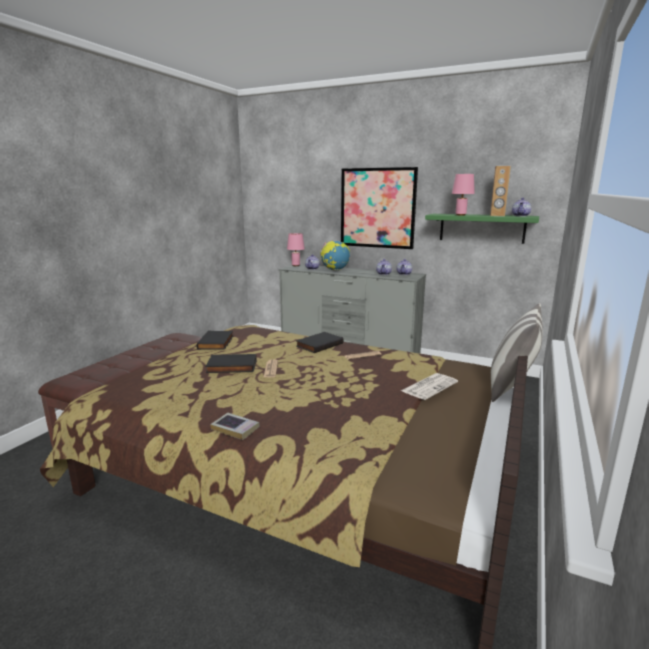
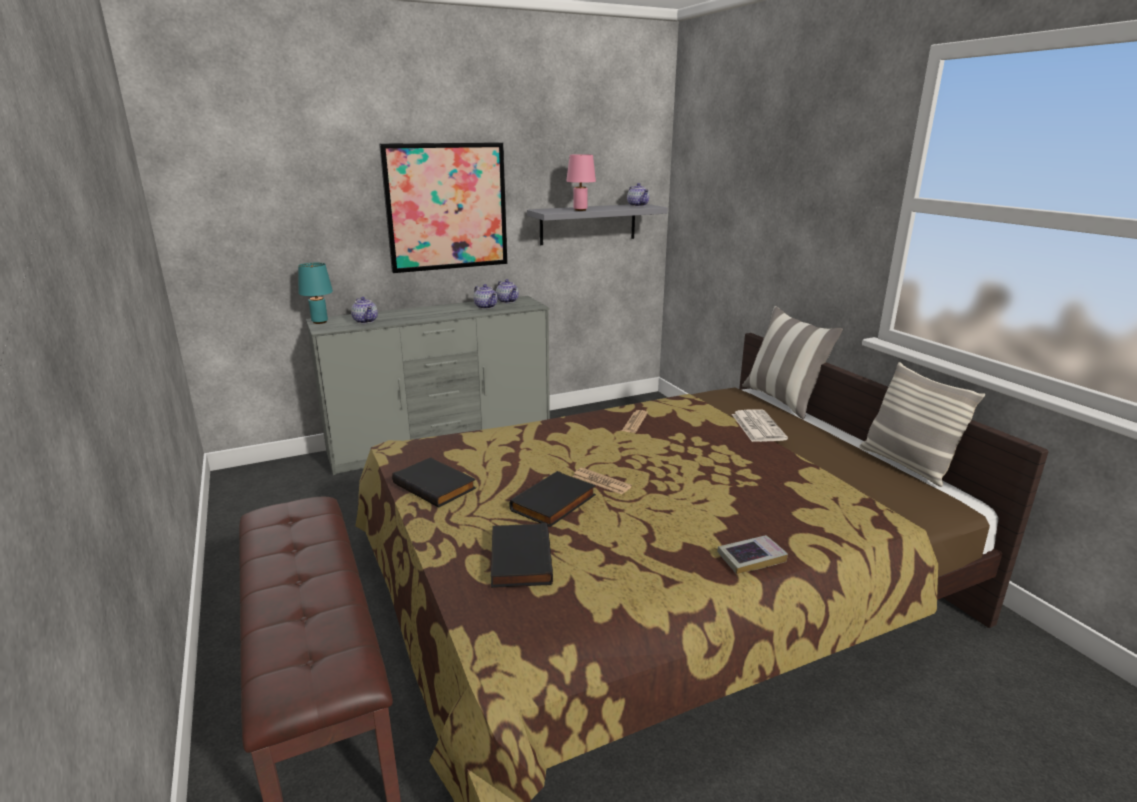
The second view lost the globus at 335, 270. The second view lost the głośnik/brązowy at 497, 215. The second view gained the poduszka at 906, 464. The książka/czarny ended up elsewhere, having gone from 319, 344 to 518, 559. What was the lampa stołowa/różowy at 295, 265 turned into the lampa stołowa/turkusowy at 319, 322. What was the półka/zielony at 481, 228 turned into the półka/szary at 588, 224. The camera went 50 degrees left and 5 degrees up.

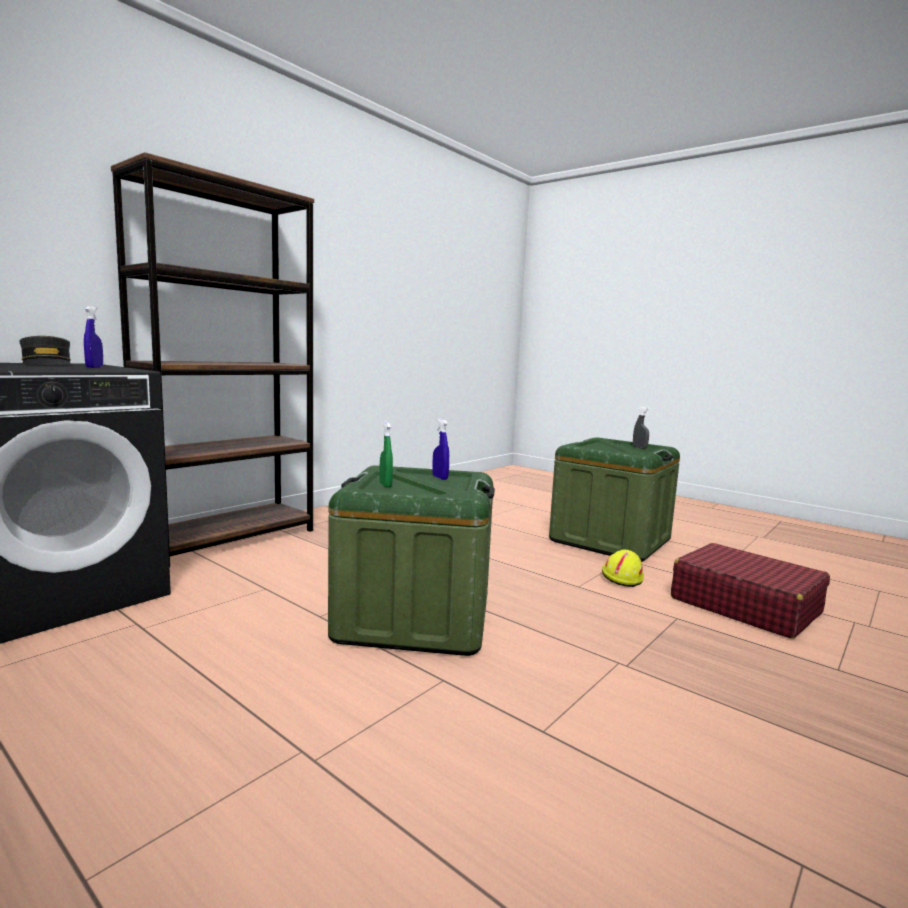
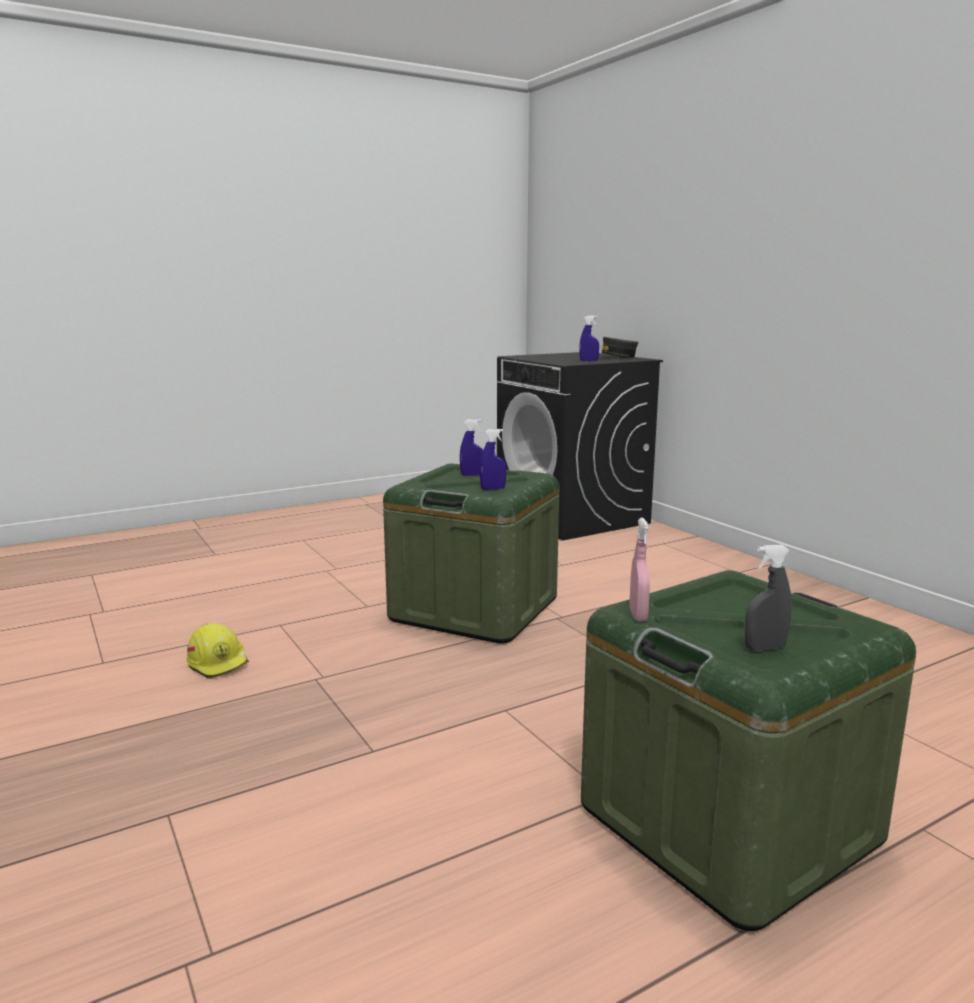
The second view lost the regał/brązowy at 230, 539. The second view lost the walizka/czerwony at 744, 605. The second view gained the spryskiwacz/różowy at 638, 615. The kask/żółty ended up elsewhere, having gone from 622, 577 to 219, 662. What was the spryskiwacz/zielony at 385, 485 turned into the spryskiwacz/niebieski at 472, 475. The camera went 110 degrees right and 5 degrees up.

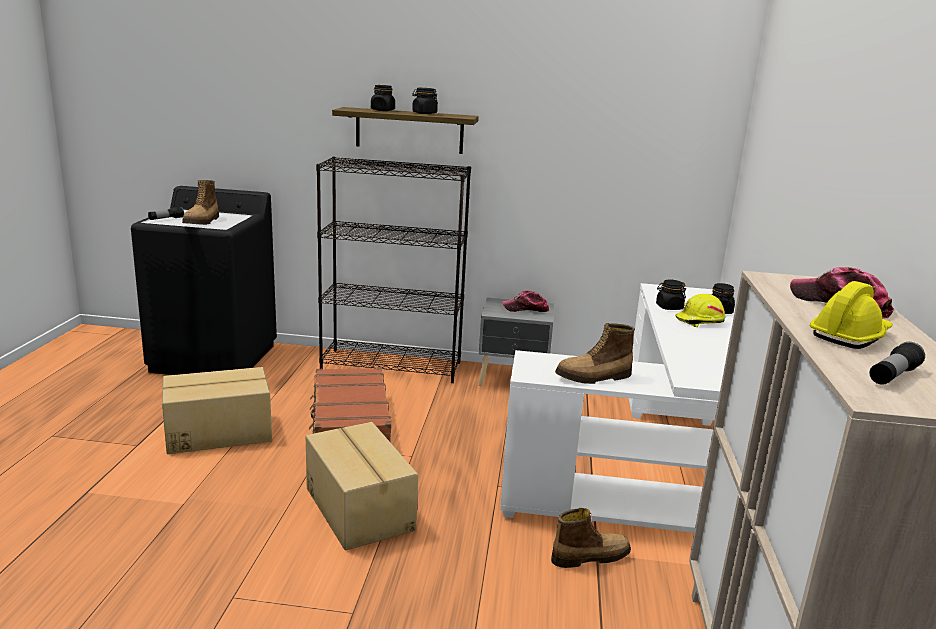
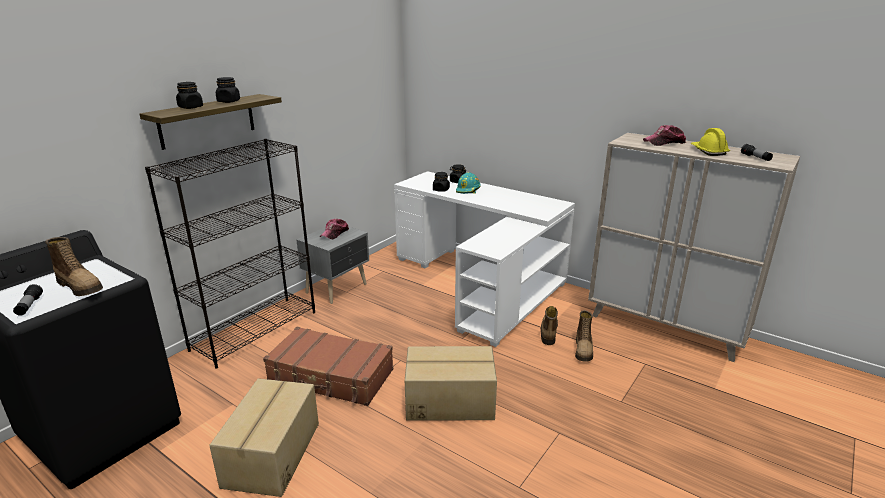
The but z cholewką ended up elsewhere, having gone from 594, 377 to 584, 350. What was the kask/żółty at 699, 321 turned into the kask/turkusowy at 468, 190. The camera went 60 degrees left and 5 degrees up.

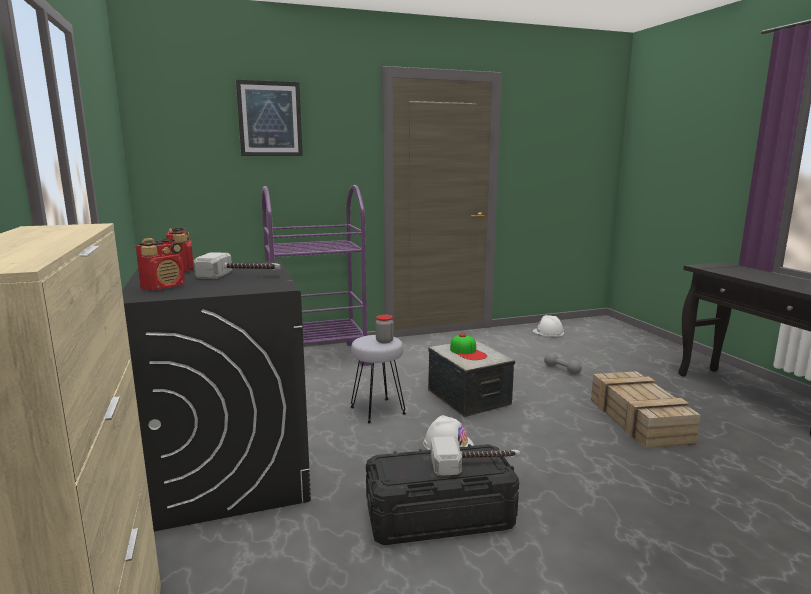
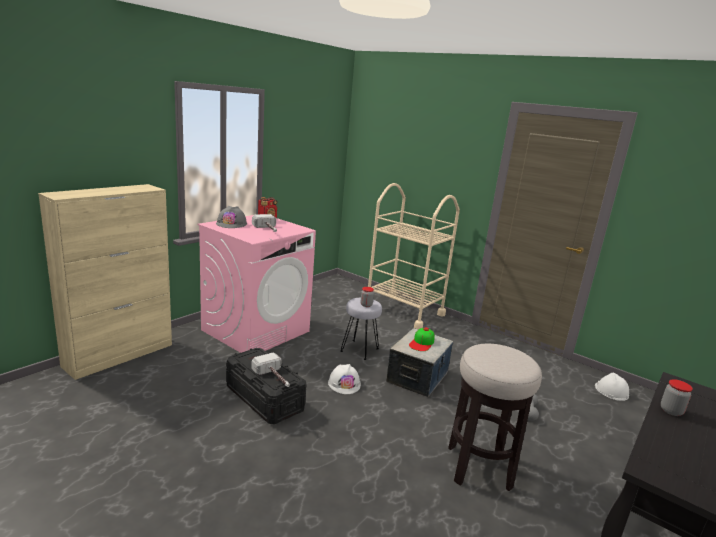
The second view lost the obraz at 270, 119. The second view gained the słoik at 671, 411. Where the radio stood at 164, 287, the kask/szary came to stand at 231, 224. Where the skrzynka stood at 640, 420, the stołek came to stand at 479, 467. What was the pralka/czarny at 231, 472 turned into the pralka/różowy at 256, 330. What was the wózek/fioletowy at 318, 358 turned into the wózek/beżowy at 404, 311. The camera went 55 degrees right and 5 degrees up.

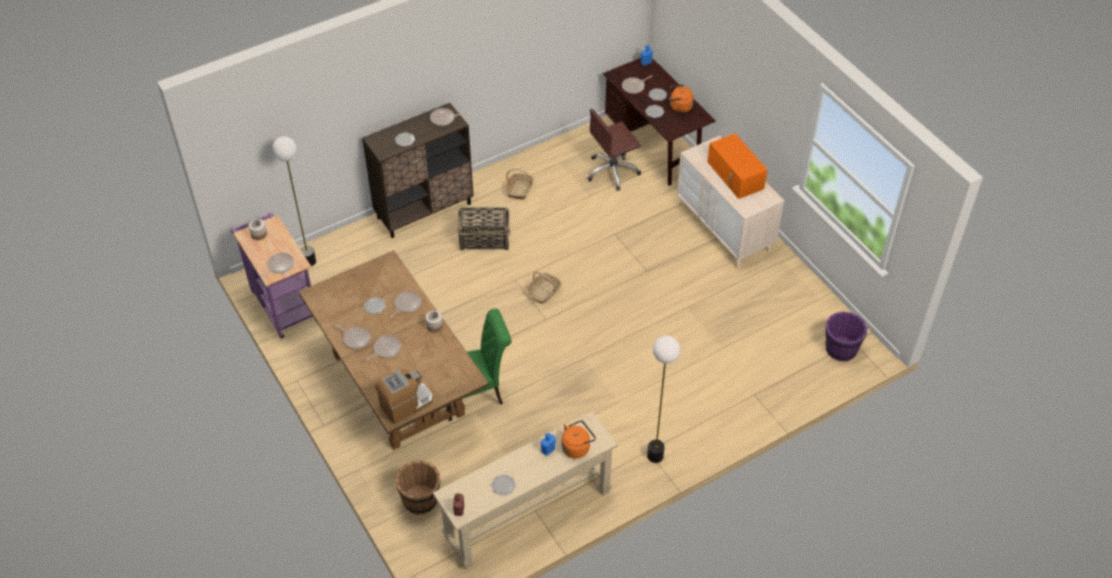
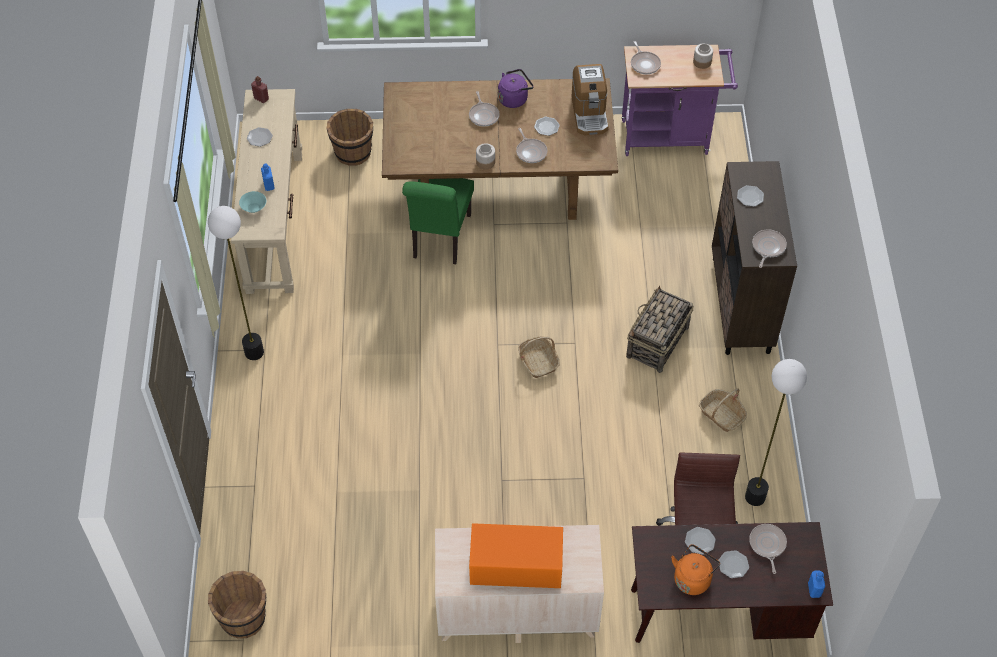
The lampa stojąca ended up elsewhere, having gone from 308, 261 to 755, 496. The ekspres do kawy ended up elsewhere, having gone from 406, 404 to 589, 114. Where the patelnia stood at 355, 338, the czajnik/fioletowy came to stand at 514, 98. Where the czajnik/pomarańczowy stood at 577, 447, the miska/turkusowy came to stand at 253, 208. What was the wiadro/fioletowy at 840, 349 turned into the wiadro/brązowy at 243, 618. The camera went 120 degrees right and 5 degrees up.

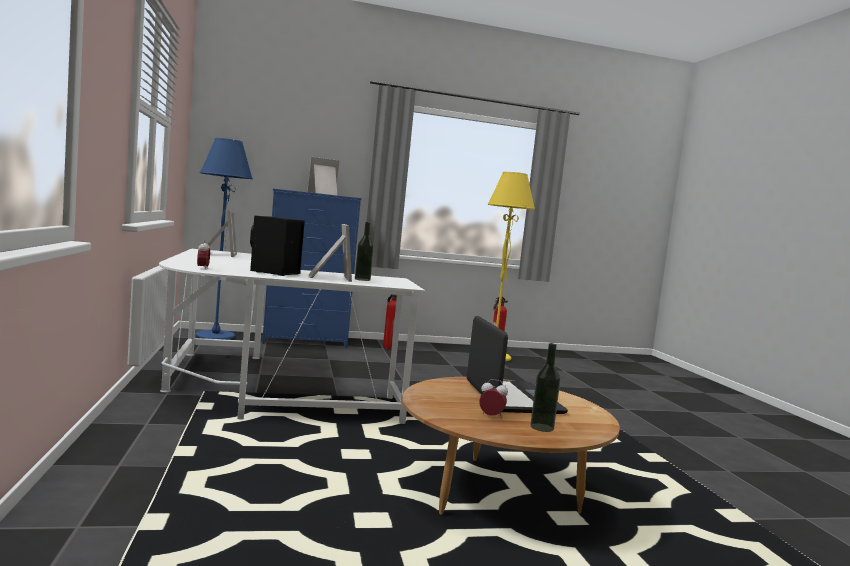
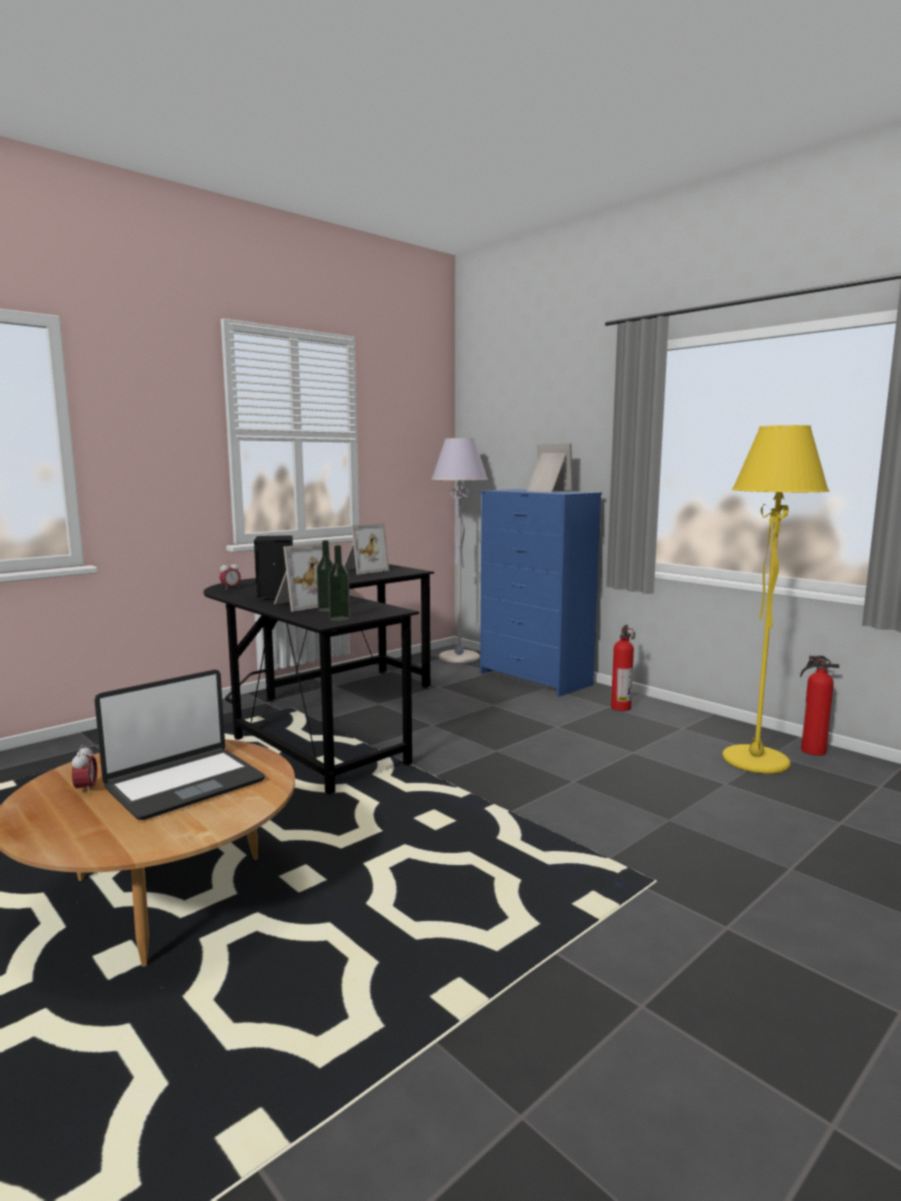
The butelka ended up elsewhere, having gone from 542, 427 to 339, 619. What was the biurko/biały at 256, 391 turned into the biurko/czarny at 324, 719. What was the lampa stojąca/niebieski at 215, 336 turned into the lampa stojąca/szary at 459, 658. The camera went 60 degrees right and 5 degrees up.

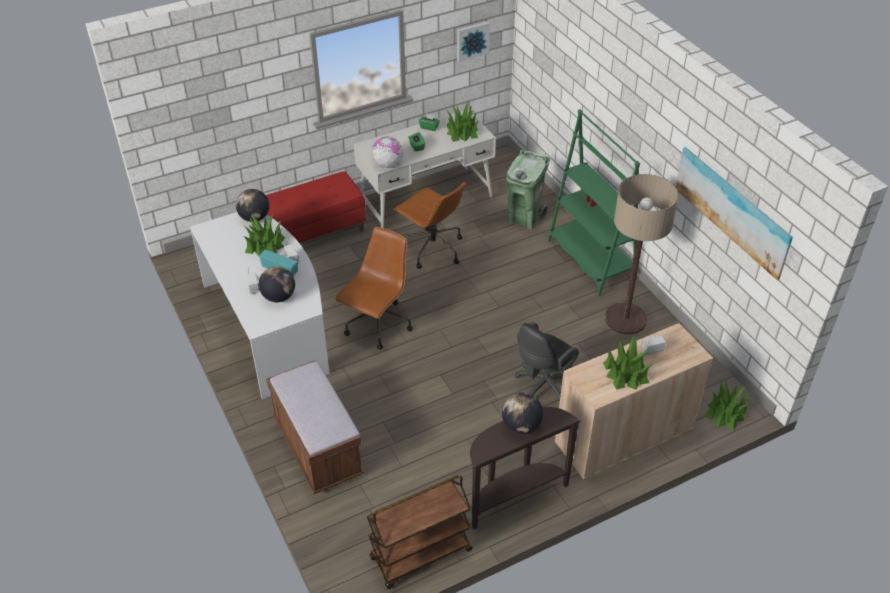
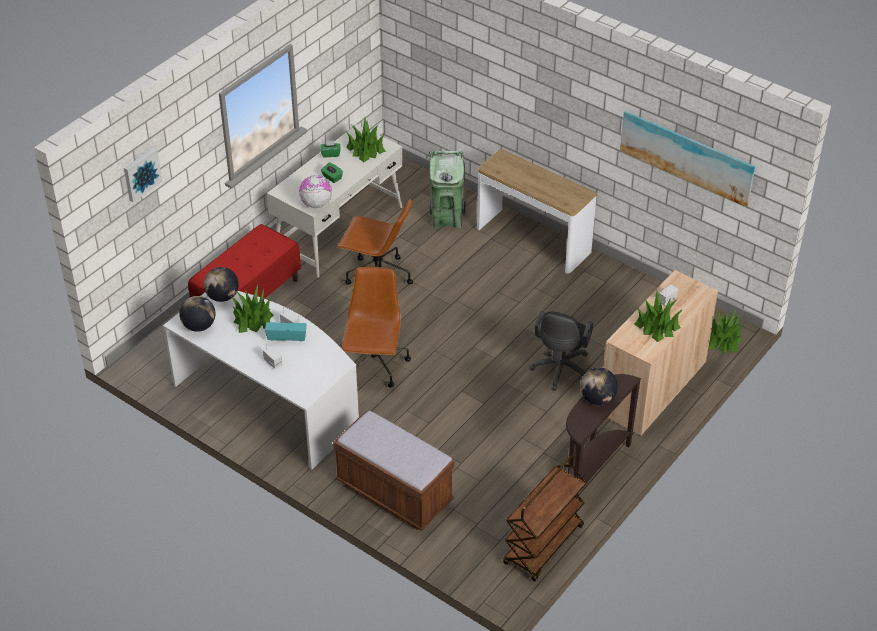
The second view lost the lampa stojąca at 625, 319. The globus ended up elsewhere, having gone from 279, 297 to 199, 326. The obraz ended up elsewhere, having gone from 472, 40 to 141, 173. Where the regał/zielony stood at 591, 260, the stolik konsolowy came to stand at 533, 240. The camera went 25 degrees left and 0 degrees up.

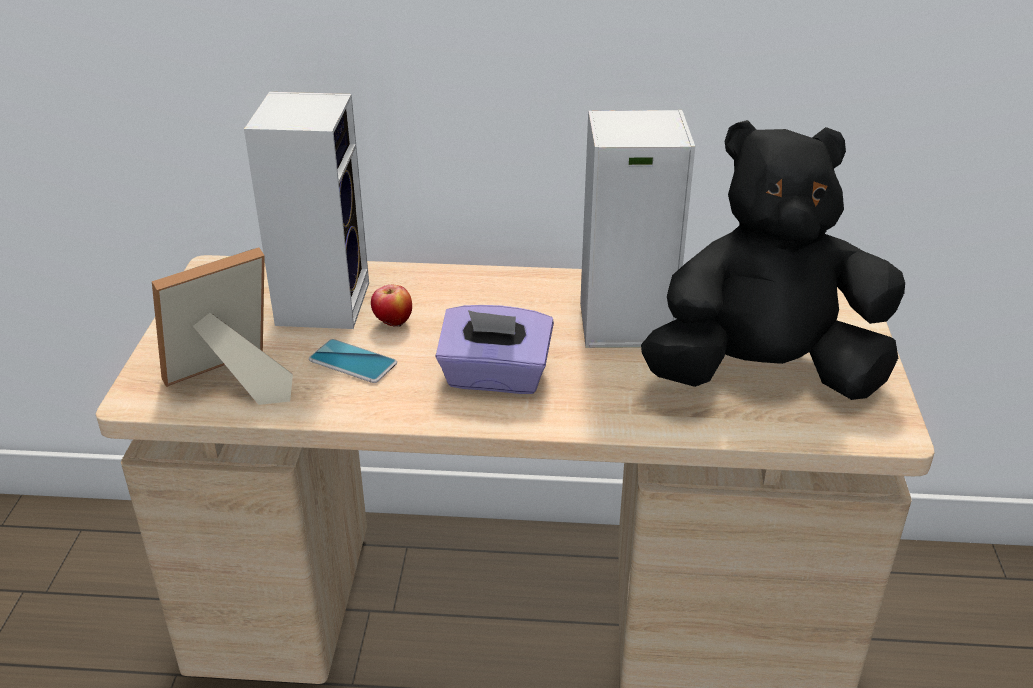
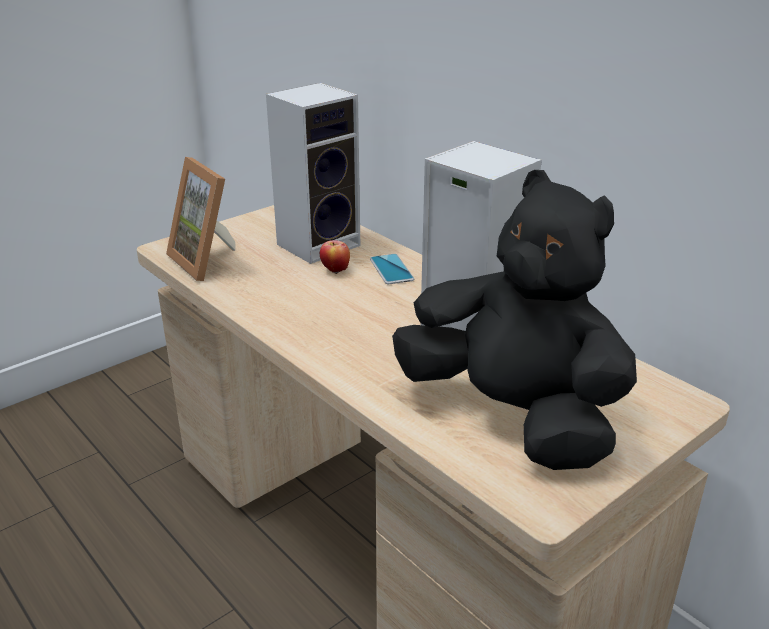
The second view lost the pudełko chusteczek/fioletowy at 495, 377. The telefon ended up elsewhere, having gone from 353, 362 to 391, 270. The ramka na zdjęcie at 229, 384 ended up facing another way, 135 degrees counterclockwise from before. The camera went 45 degrees right and 5 degrees down.

